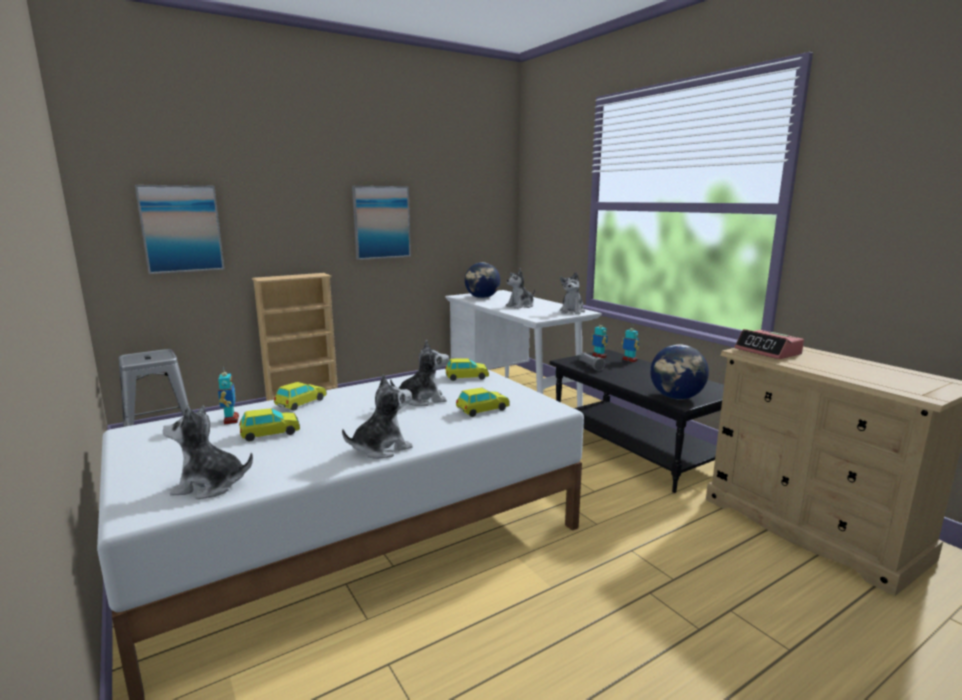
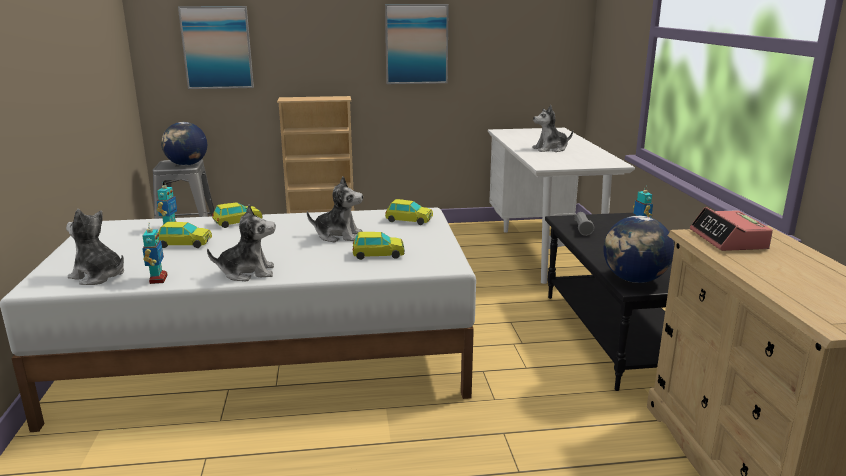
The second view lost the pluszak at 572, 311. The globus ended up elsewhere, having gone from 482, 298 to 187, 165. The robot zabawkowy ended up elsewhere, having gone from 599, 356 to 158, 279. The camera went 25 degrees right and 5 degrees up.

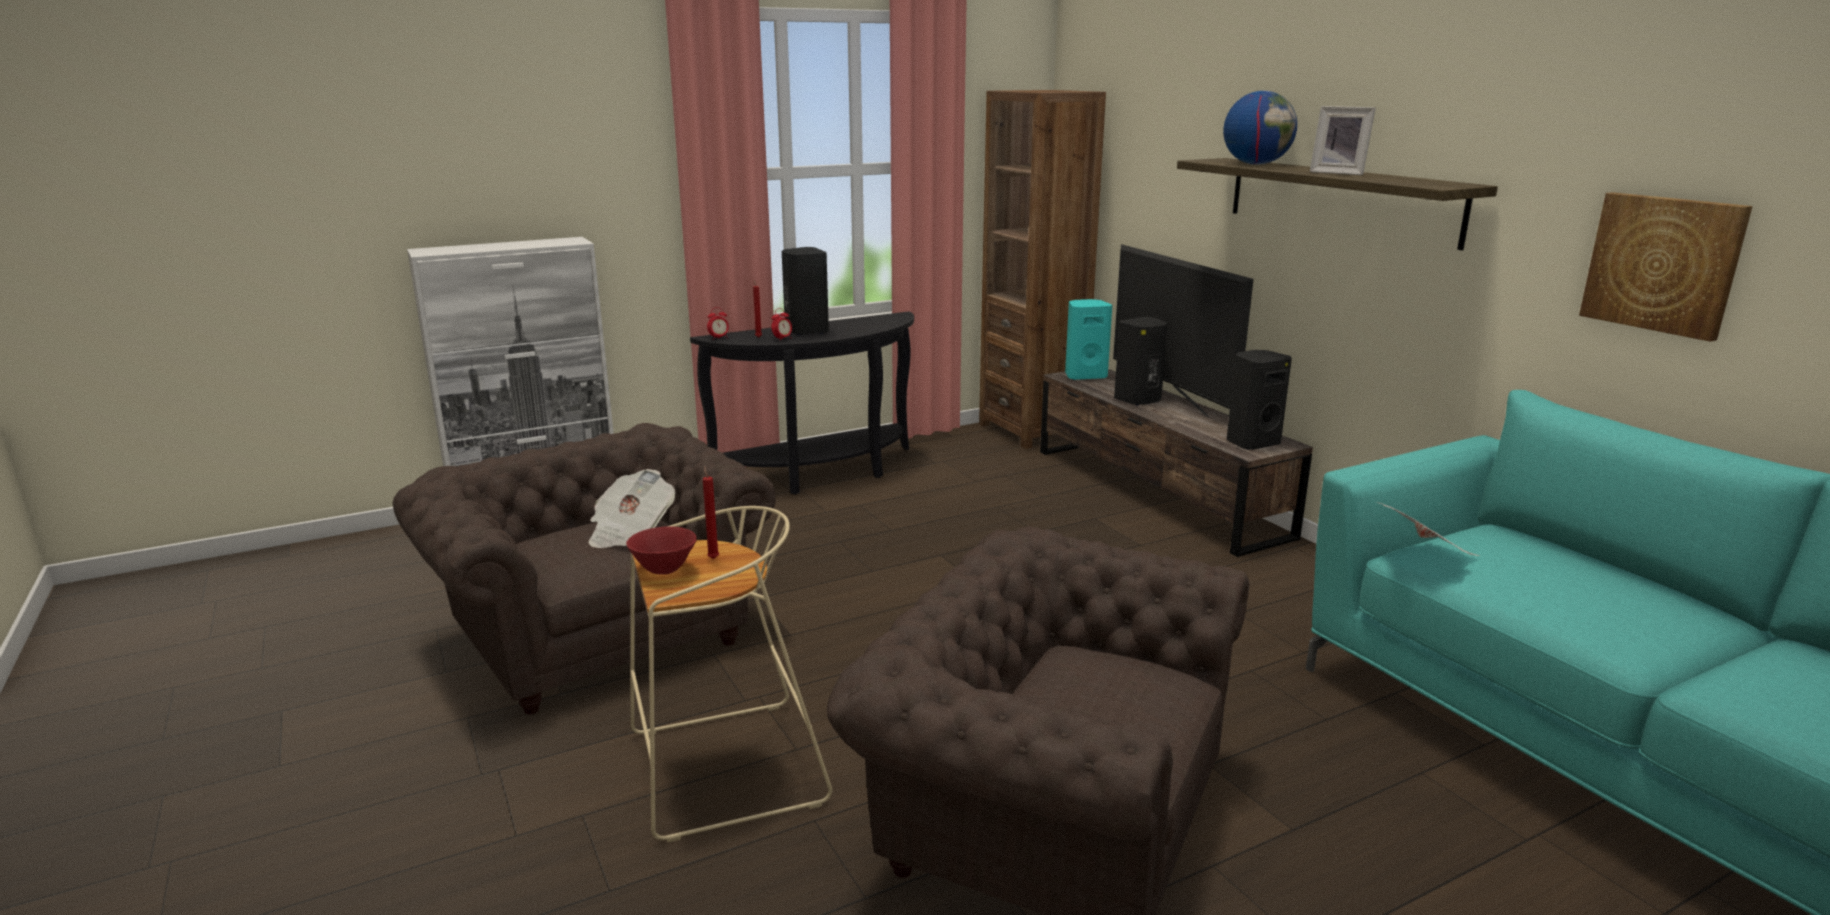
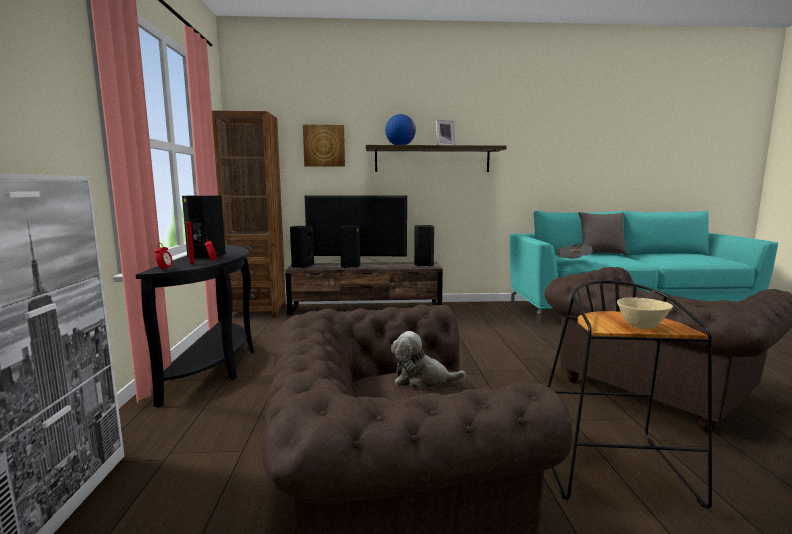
The second view lost the świeca/czerwony at 713, 558. The second view gained the poduszka/szary at 600, 254. The obraz ended up elsewhere, having gone from 1663, 264 to 324, 146. Where the gazeta stood at 630, 532, the pluszak came to stand at 422, 379. What was the miska/czerwony at 664, 570 turned into the miska/beżowy at 641, 327. What was the stołek/beżowy at 723, 770 turned into the stołek/czarny at 614, 470. What was the głośnik/turkusowy at 1084, 376 turned into the głośnik/czarny at 302, 266. The camera went 65 degrees left and 10 degrees down.

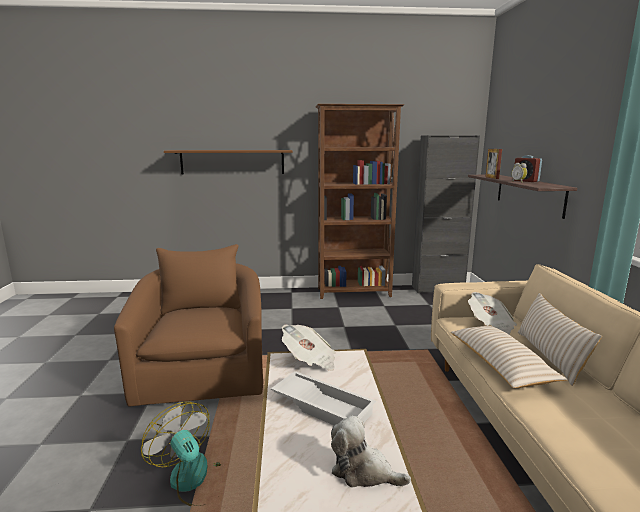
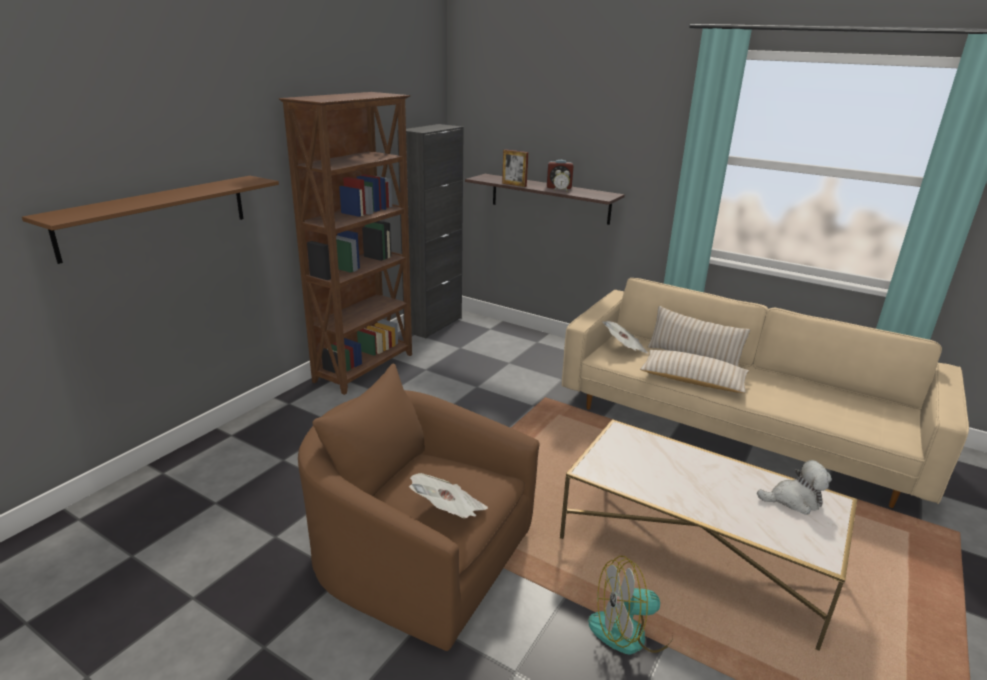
The second view lost the taca/biały at 323, 406. The gazeta ended up elsewhere, having gone from 310, 360 to 449, 512. The pluszak at 363, 471 ended up facing another way, 150 degrees counterclockwise from before. The camera went 55 degrees left and 10 degrees up.

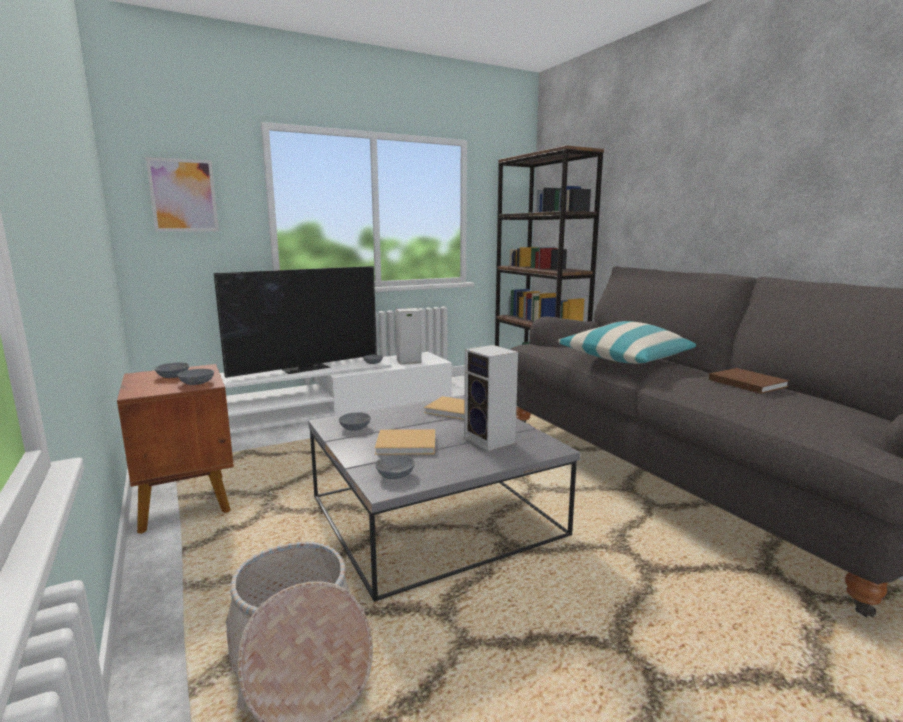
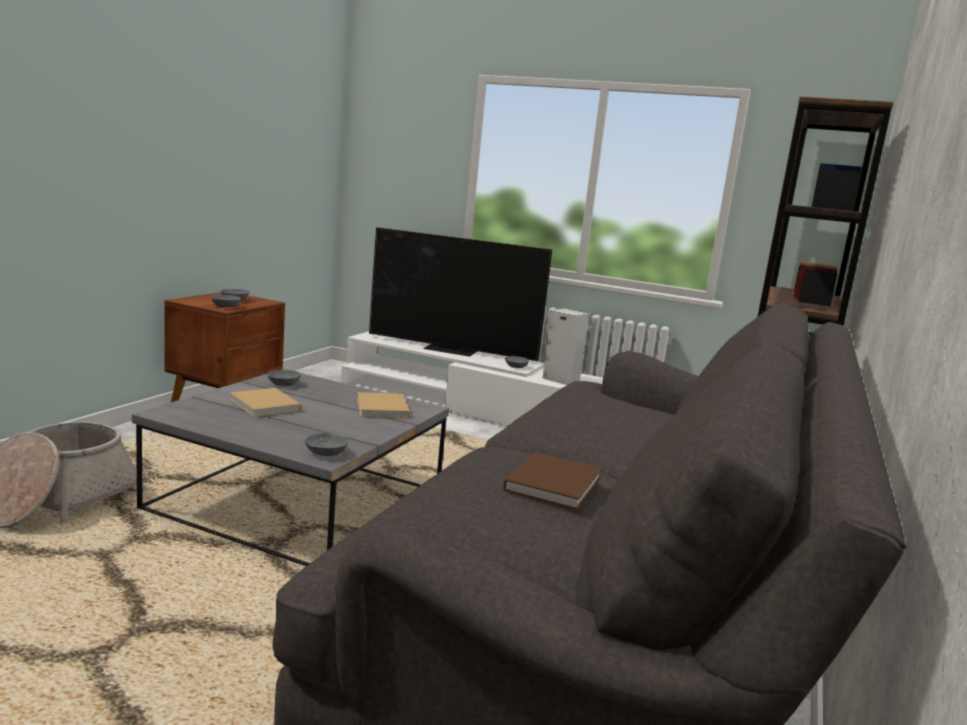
The second view lost the obraz at 183, 195. The second view lost the głośnik at 491, 441. The second view lost the poduszka at 625, 359. The miska/szary ended up elsewhere, having gone from 395, 475 to 325, 453. The camera went 50 degrees right and 0 degrees up.

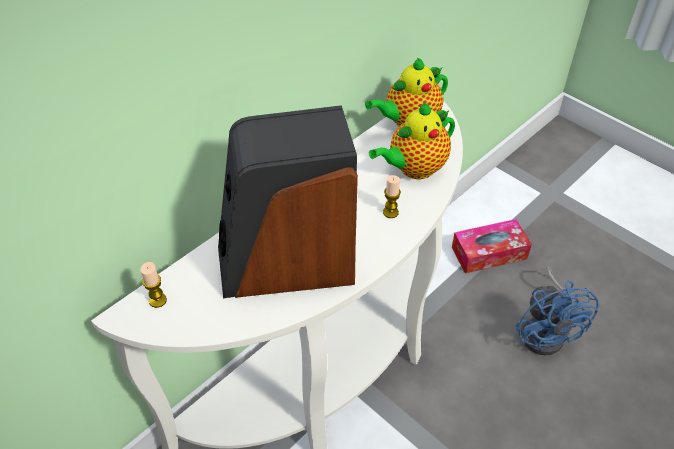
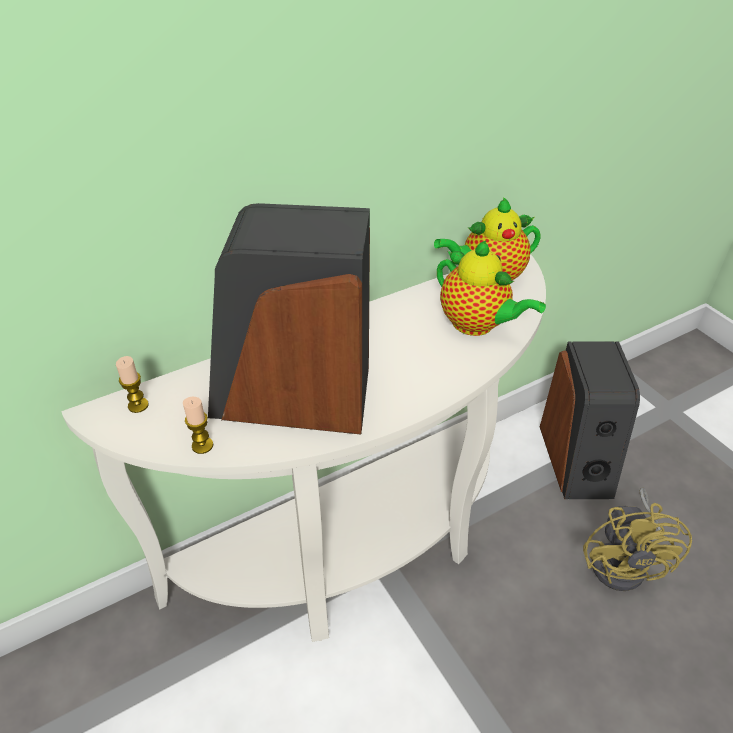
The świeca ended up elsewhere, having gone from 390, 212 to 202, 445. Where the pudełko chusteczek stood at 489, 253, the głośnik came to stand at 577, 459. What was the wentylator/niebieski at 546, 331 turned into the wentylator/żółty at 624, 562. The imbryk at 414, 169 ended up facing another way, 120 degrees counterclockwise from before. The camera went 15 degrees right and 5 degrees down.

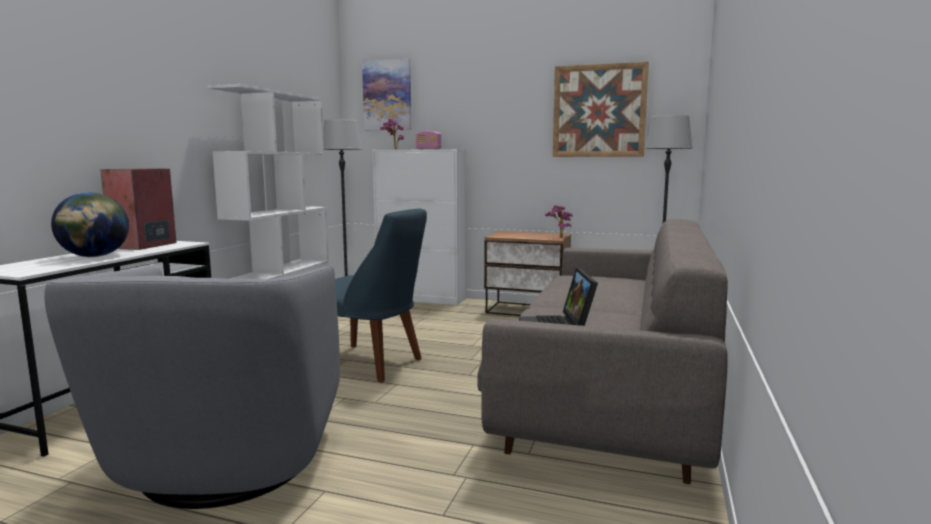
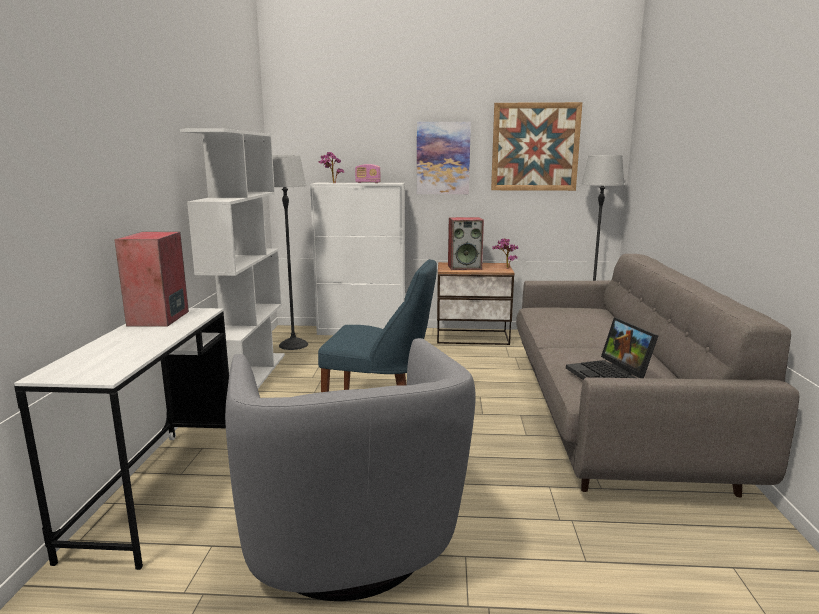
The second view lost the globus at 95, 256. The second view gained the głośnik at 465, 267. The obraz ended up elsewhere, having gone from 387, 95 to 443, 158. The camera went 15 degrees left and 5 degrees up.

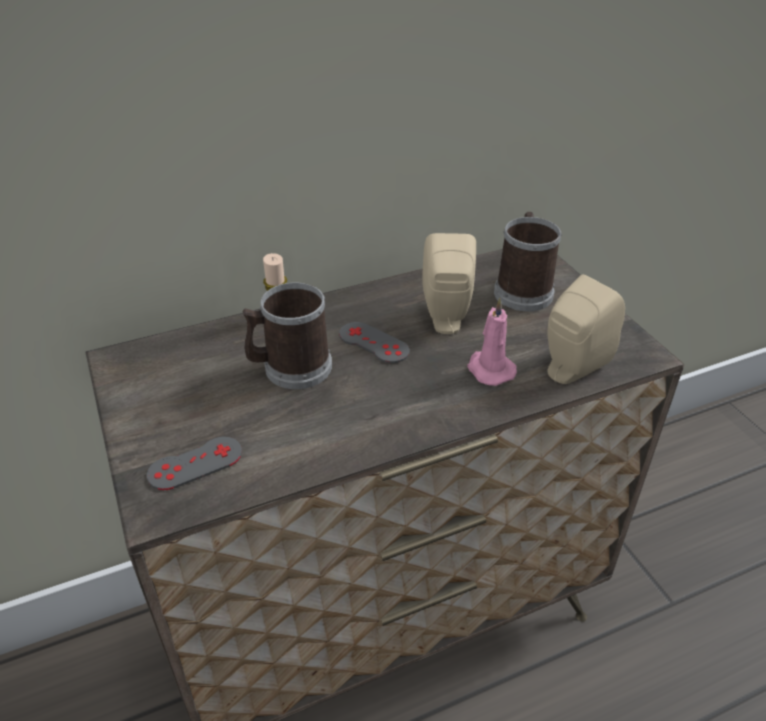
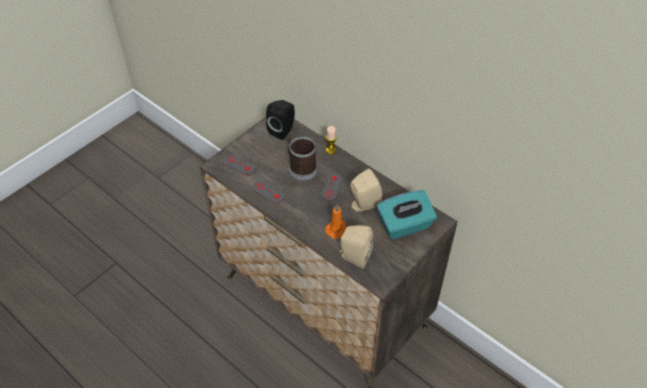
The second view gained the pad do gier/szary at 268, 192. The second view gained the głośnik/czarny at 283, 130. Where the kubek stood at 523, 289, the pudełko chusteczek/turkusowy came to stand at 404, 225. What was the świeca/różowy at 489, 369 turned into the świeca/pomarańczowy at 337, 229. The camera went 65 degrees right and 10 degrees up.

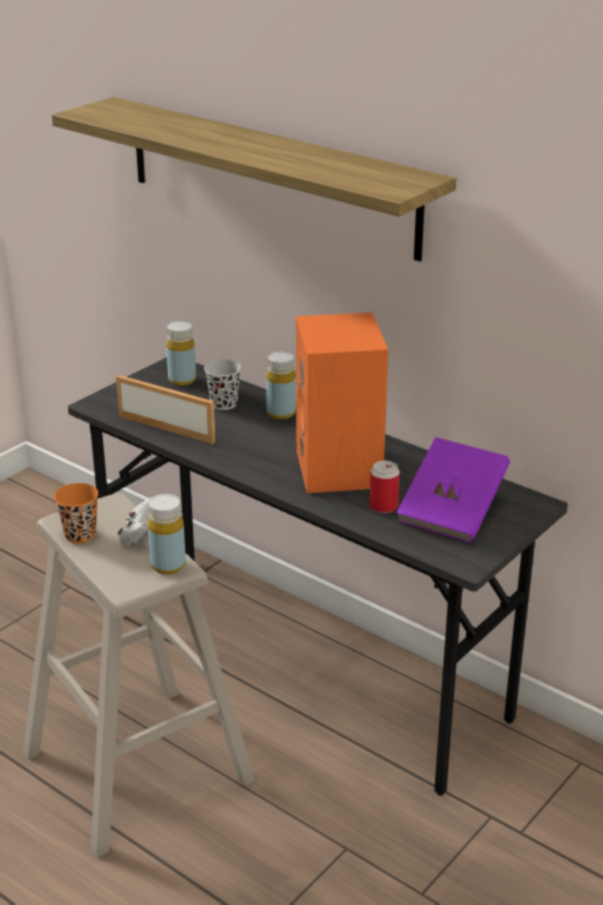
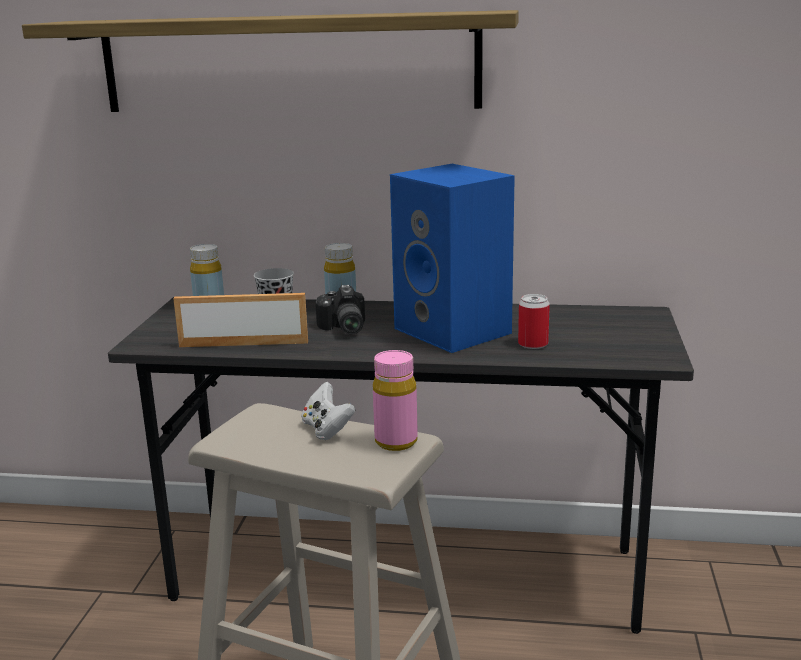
The second view lost the filiżanka/pomarańczowy at 80, 535. The second view lost the książka/fioletowy at 452, 512. The second view gained the aparat fotograficzny at 342, 328. What was the butelka/żółty at 168, 565 turned into the butelka/różowy at 396, 442. What was the głośnik/pomarańczowy at 341, 469 turned into the głośnik/niebieski at 456, 331. The camera went 30 degrees left and 10 degrees down.

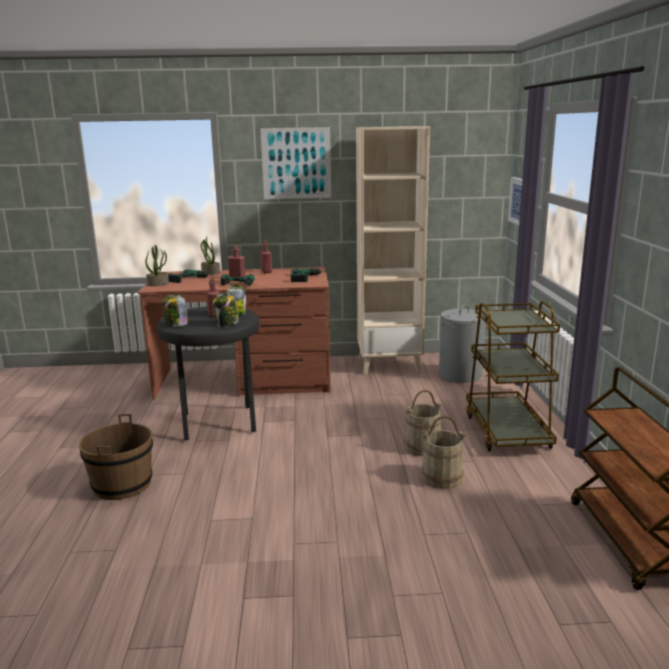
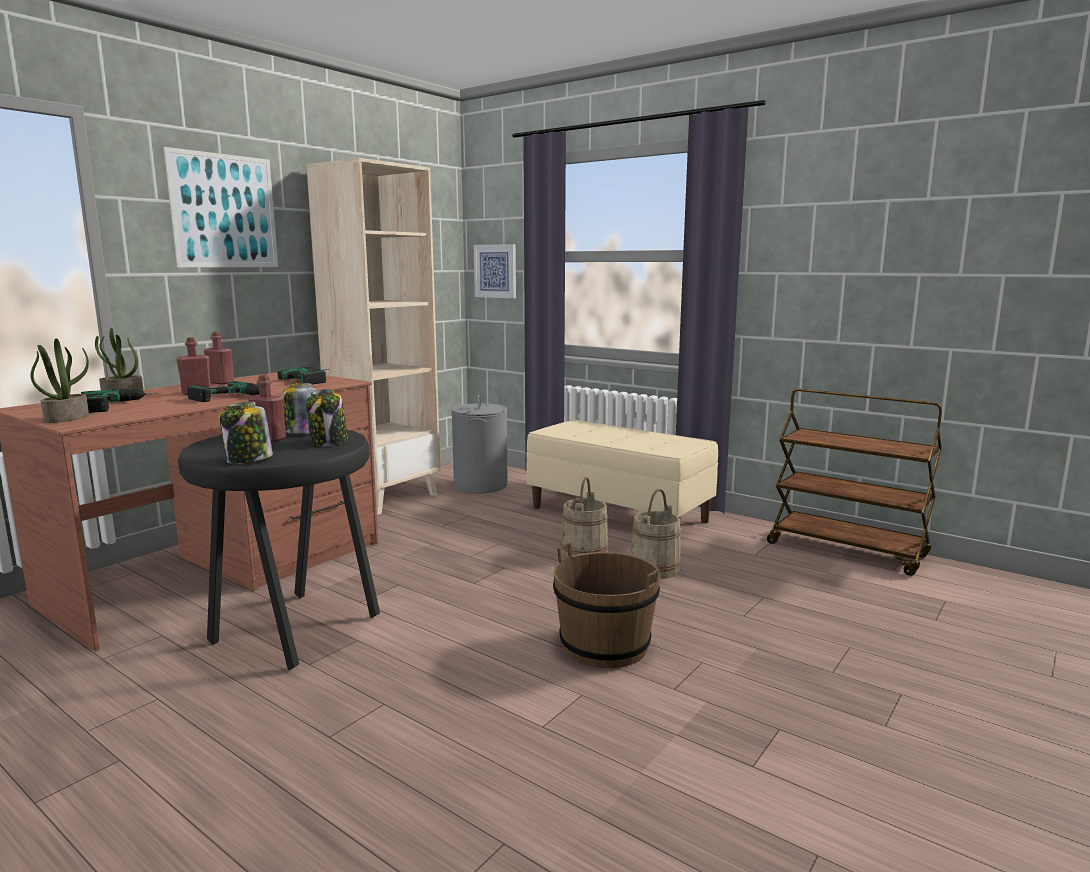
The wiadro/brązowy ended up elsewhere, having gone from 122, 484 to 605, 645. Where the wózek/brązowy stood at 506, 431, the ławka/beżowy came to stand at 619, 514. The camera went 50 degrees left and 5 degrees down.

